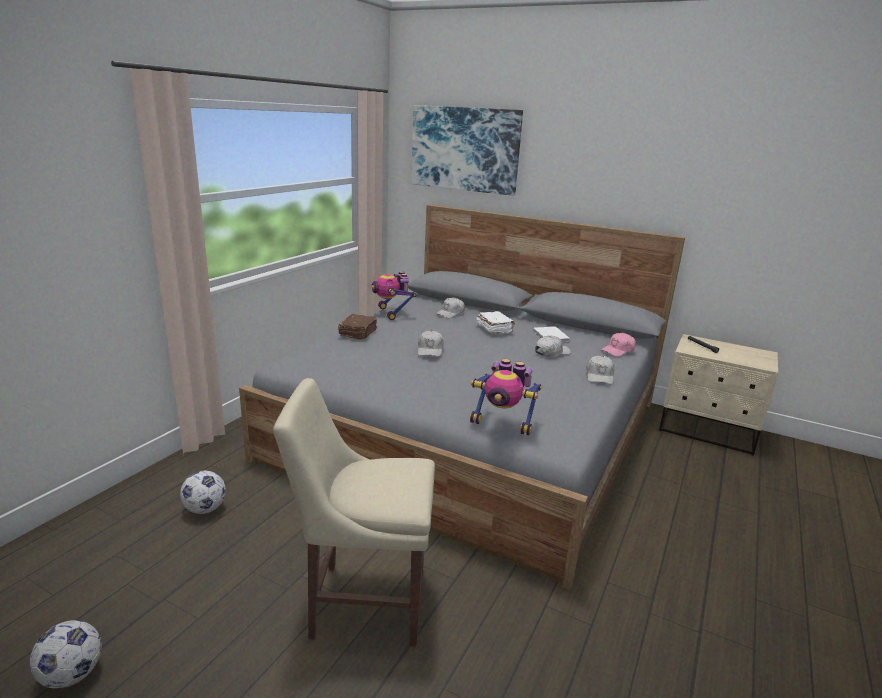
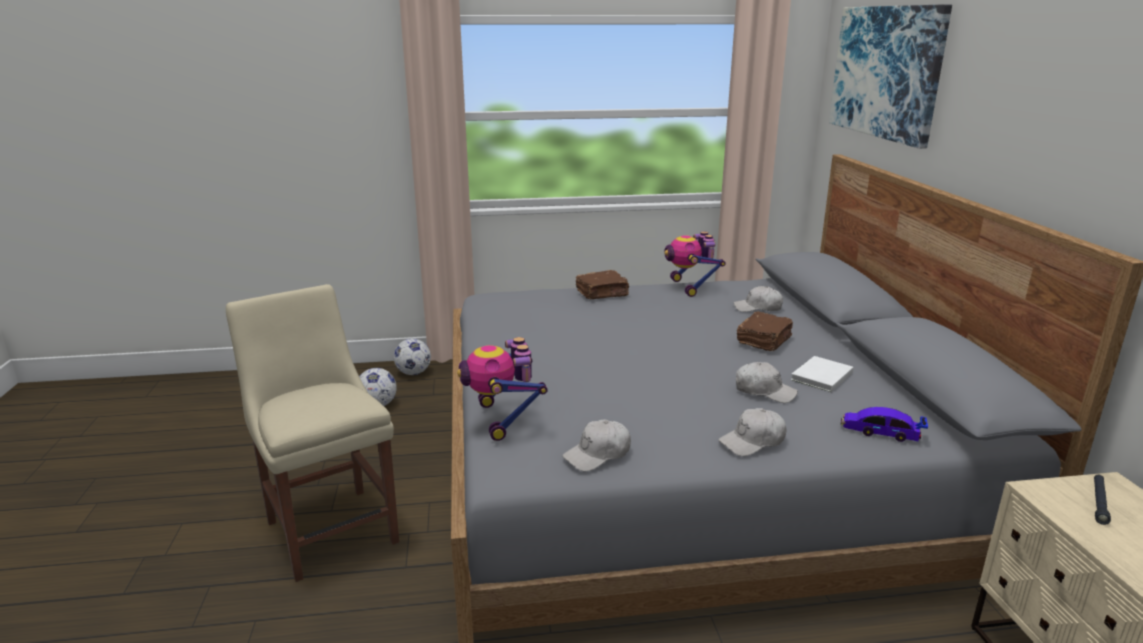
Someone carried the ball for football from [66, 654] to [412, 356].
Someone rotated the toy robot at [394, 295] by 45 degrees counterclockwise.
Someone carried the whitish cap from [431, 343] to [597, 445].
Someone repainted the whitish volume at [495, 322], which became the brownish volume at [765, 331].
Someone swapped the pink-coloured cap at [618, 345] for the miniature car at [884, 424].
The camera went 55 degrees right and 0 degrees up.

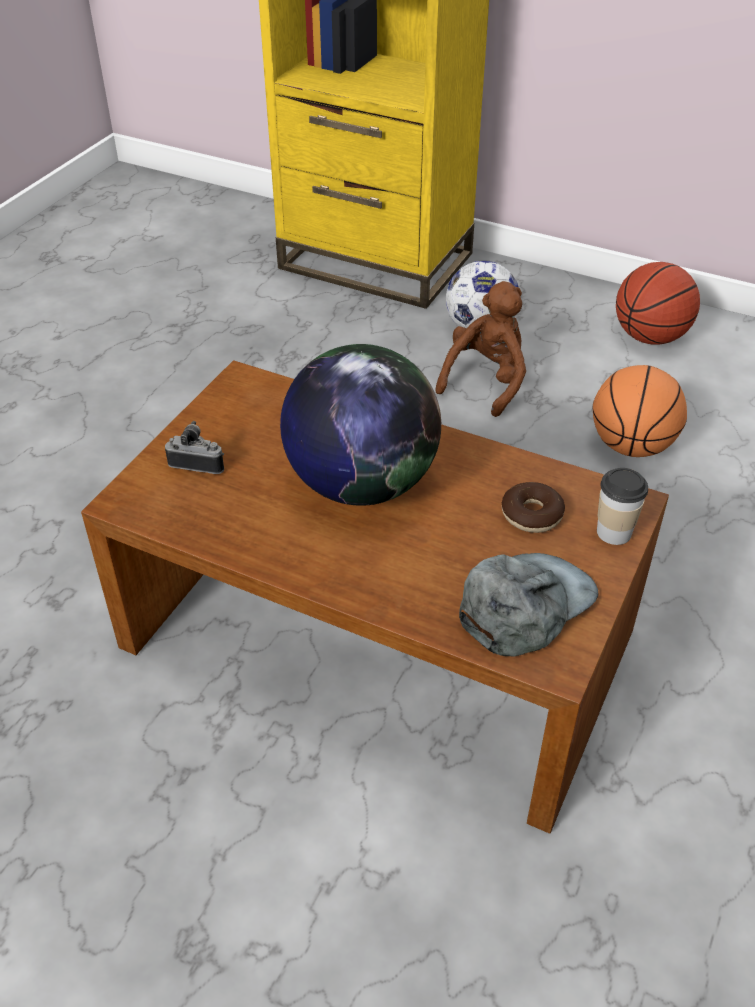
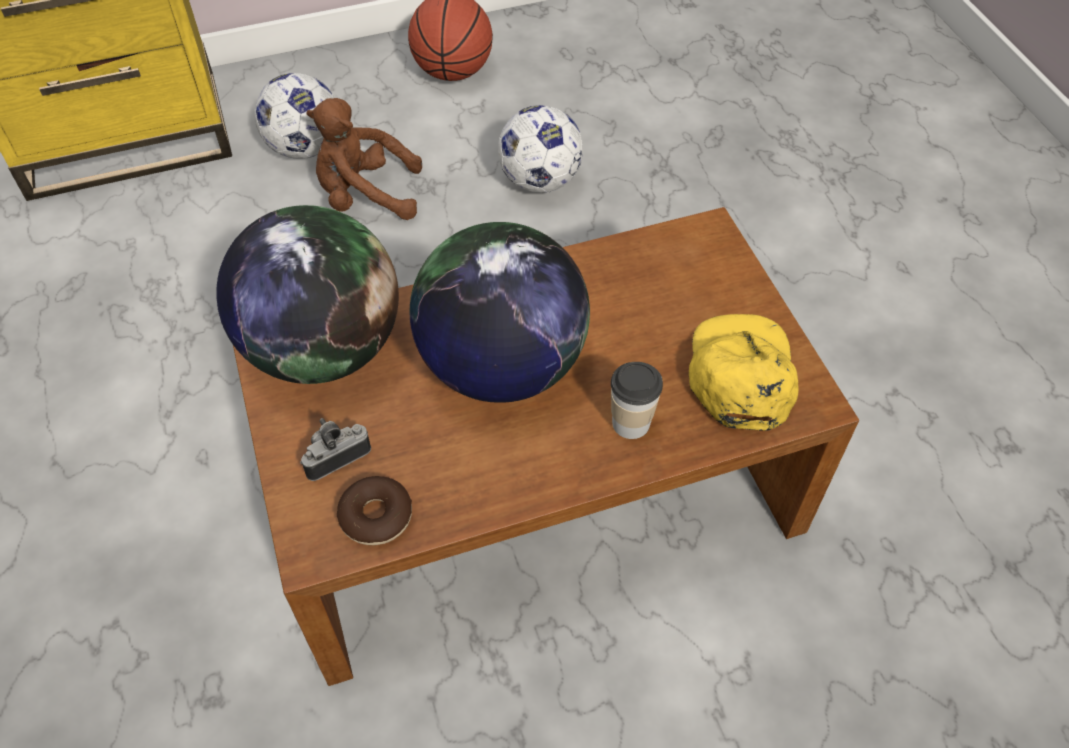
Someone rotated the brownish plush toy at [480, 349] by 75 degrees counterclockwise.
Someone repainted the grey cap at [528, 604], which became the yellowish cap at [744, 372].
Someone carried the donut from [533, 507] to [374, 510].
Someone swapped the ball for basketball at [640, 411] for the ball for football at [540, 149].
Someone carried the cup from [622, 506] to [637, 400].
Someone put down the world globe at [307, 294].
The camera went 45 degrees left and 10 degrees up.

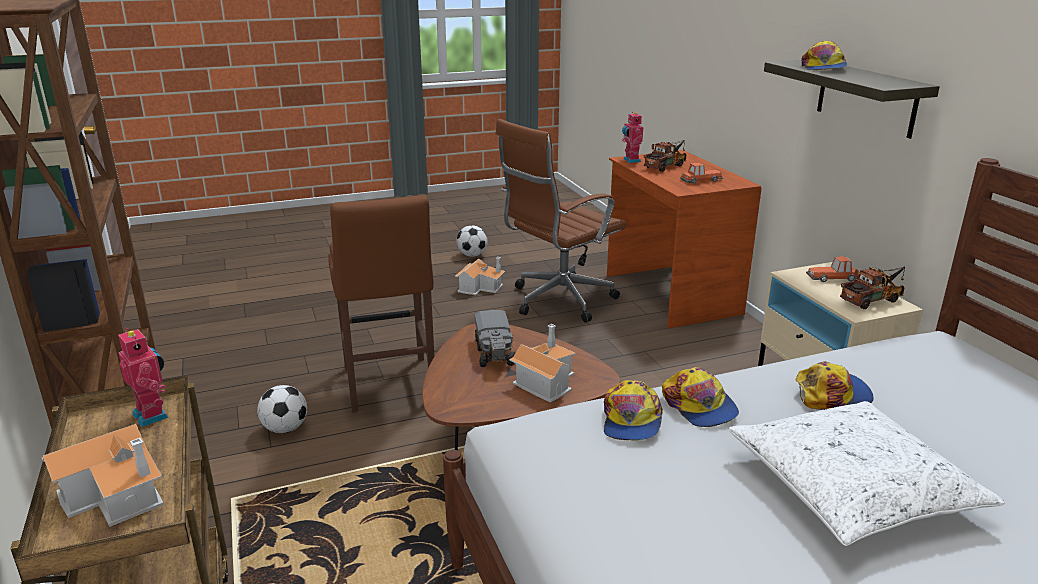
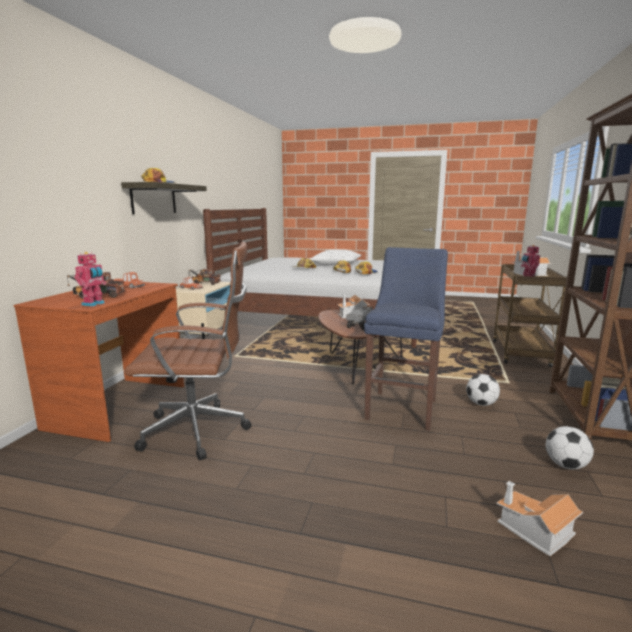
Someone repainted the brownish stool seat at [381, 304], which became the blue-coloured stool seat at [406, 339].
Someone carried the toy house from [480, 276] to [539, 518].
Someone carried the ball for football from [472, 241] to [570, 448].
The camera went 145 degrees left and 10 degrees down.

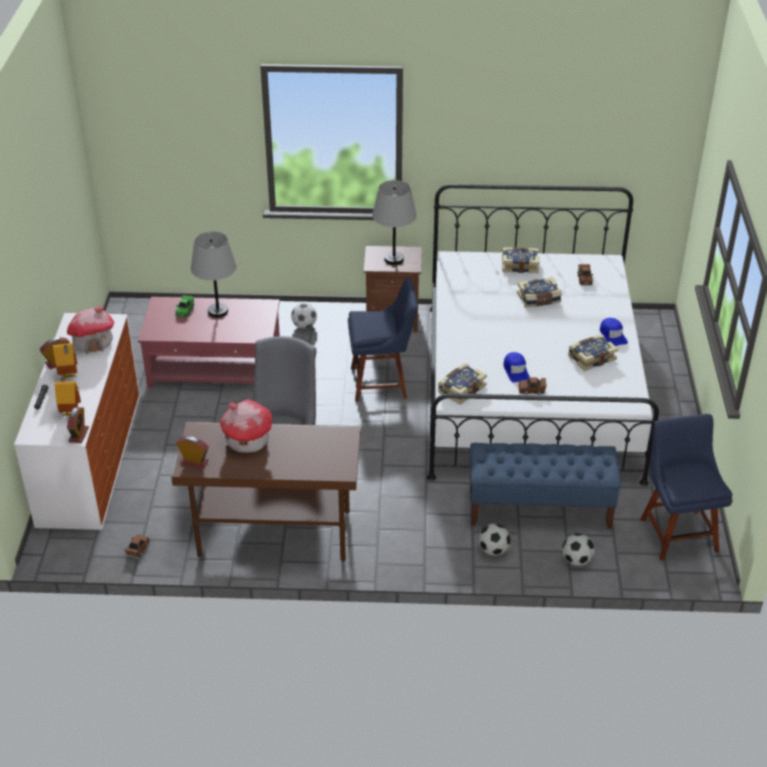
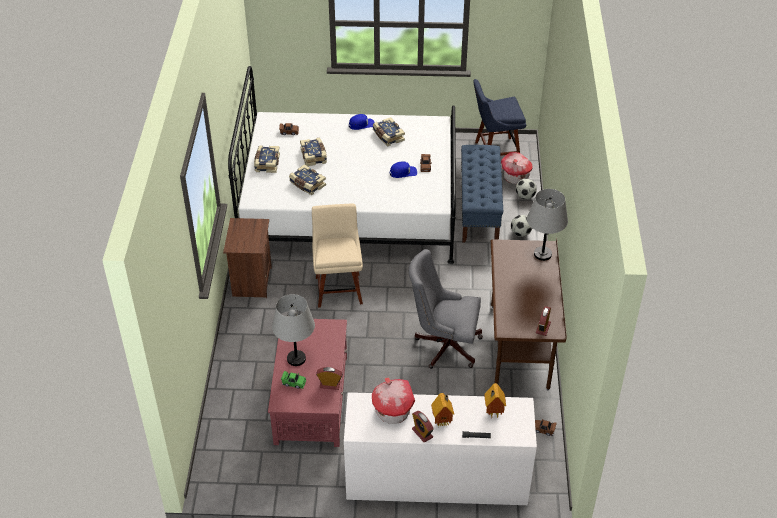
Someone carried the bedside clock from [78, 425] to [329, 378].
Someone carried the toy house from [246, 426] to [517, 168].
Someone took away the ball for football at [304, 316].
Someone repainted the blue-coloured chair at [383, 340], which became the sand-coloured chair at [337, 256].
Someone carried the grey tabletop lamp from [394, 222] to [547, 225].
Someone carried the volume from [462, 384] to [307, 179].
The camera went 90 degrees left and 5 degrees up.

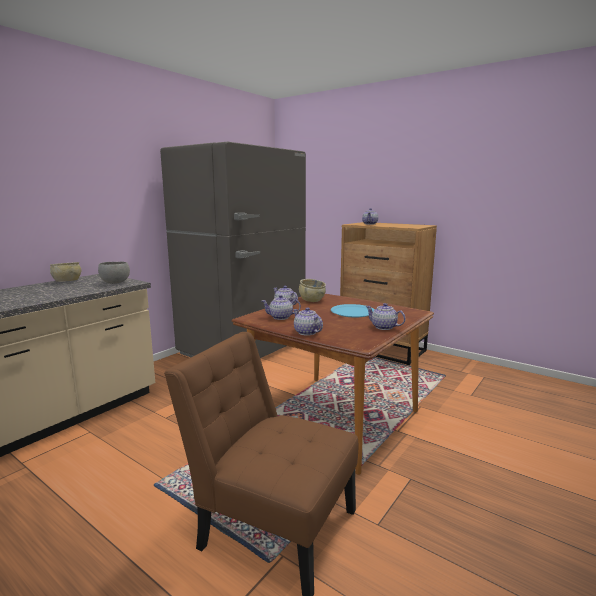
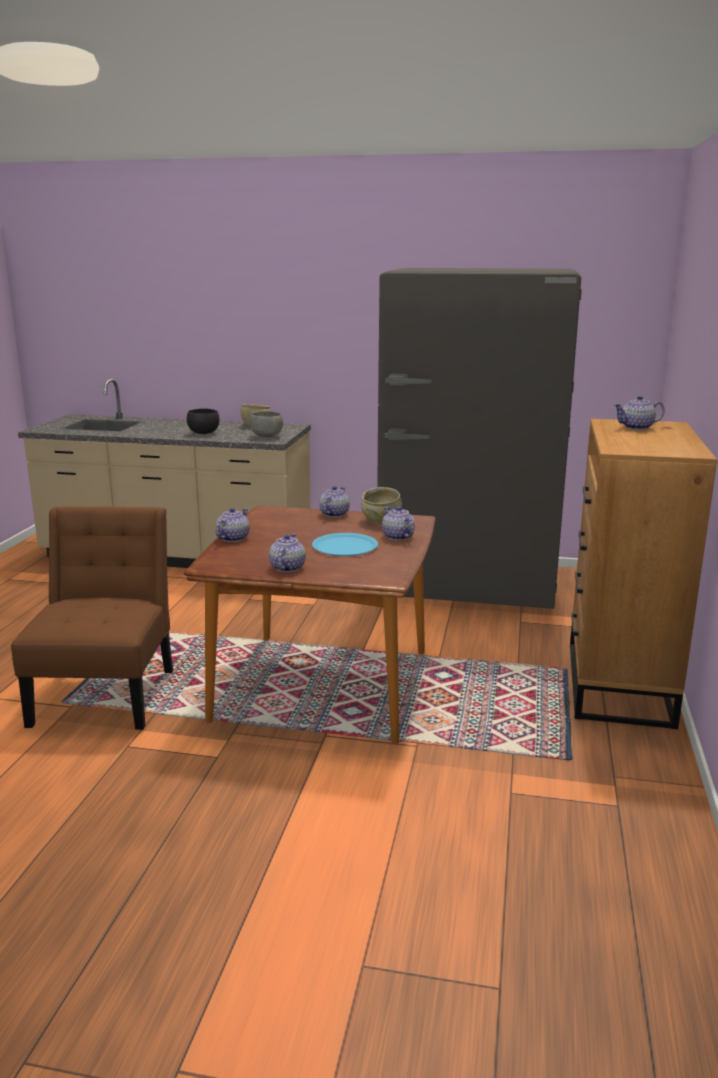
Someone carried the teapot from [281, 307] to [398, 523].
Someone put down the blackish deep dish at [203, 421].
The camera went 65 degrees right and 5 degrees up.

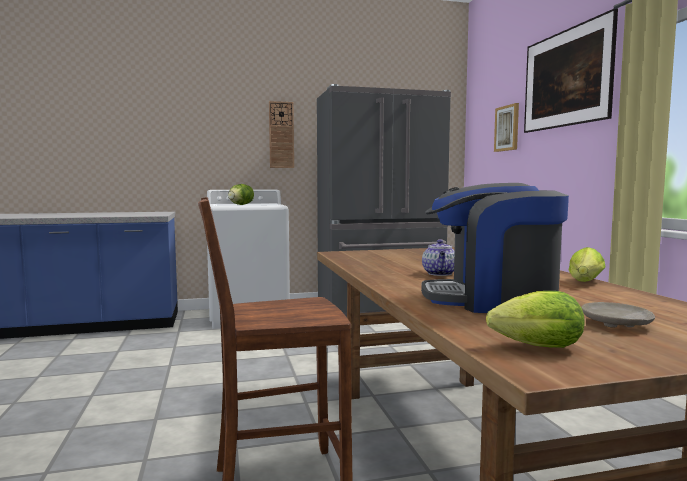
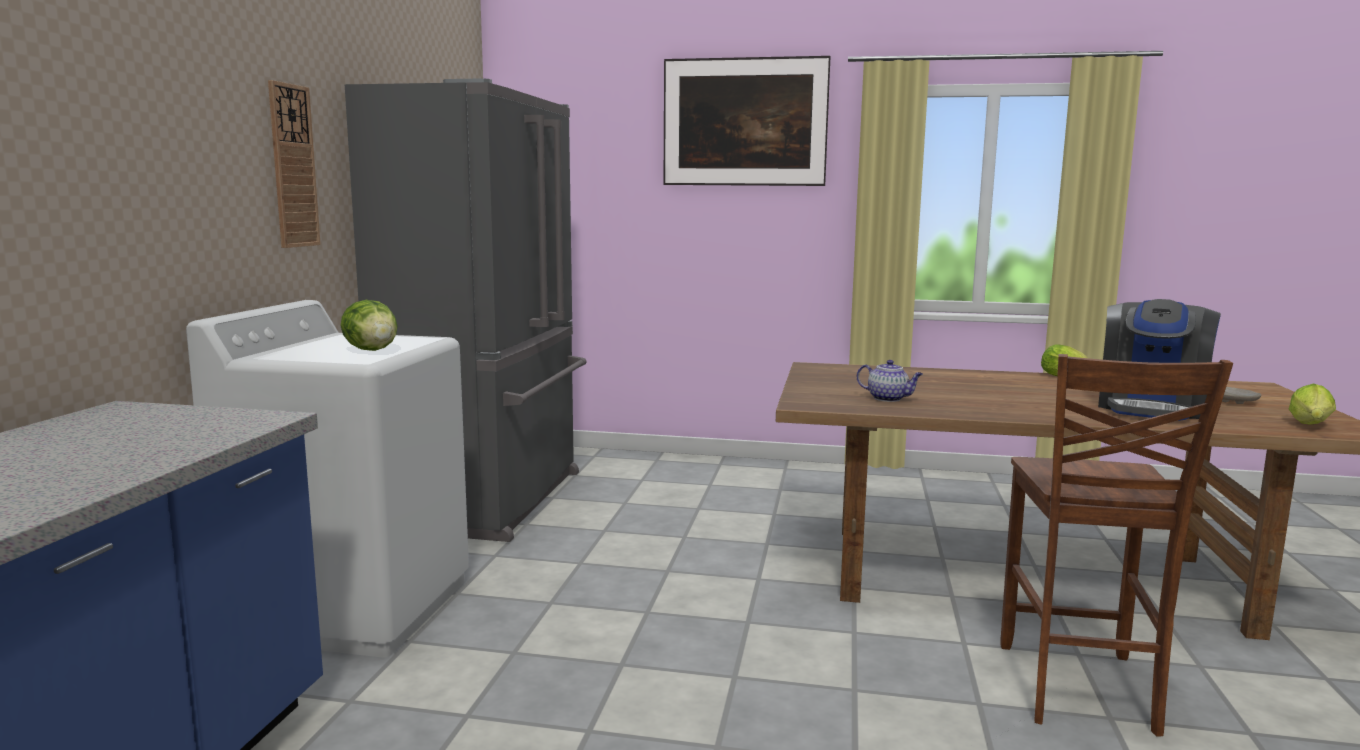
Someone carried the teapot from [438, 257] to [890, 381].
Someone took away the picture at [506, 127].
The camera went 65 degrees left and 5 degrees up.

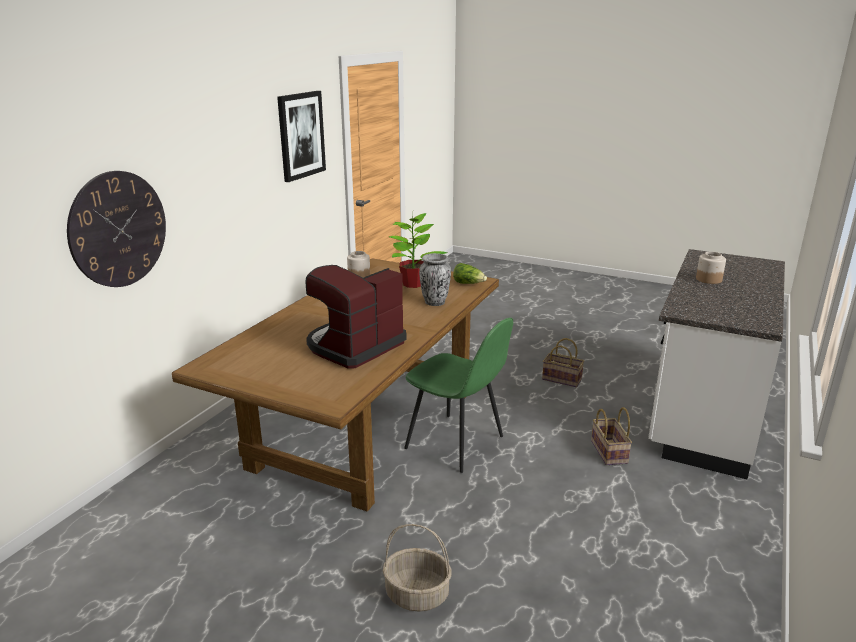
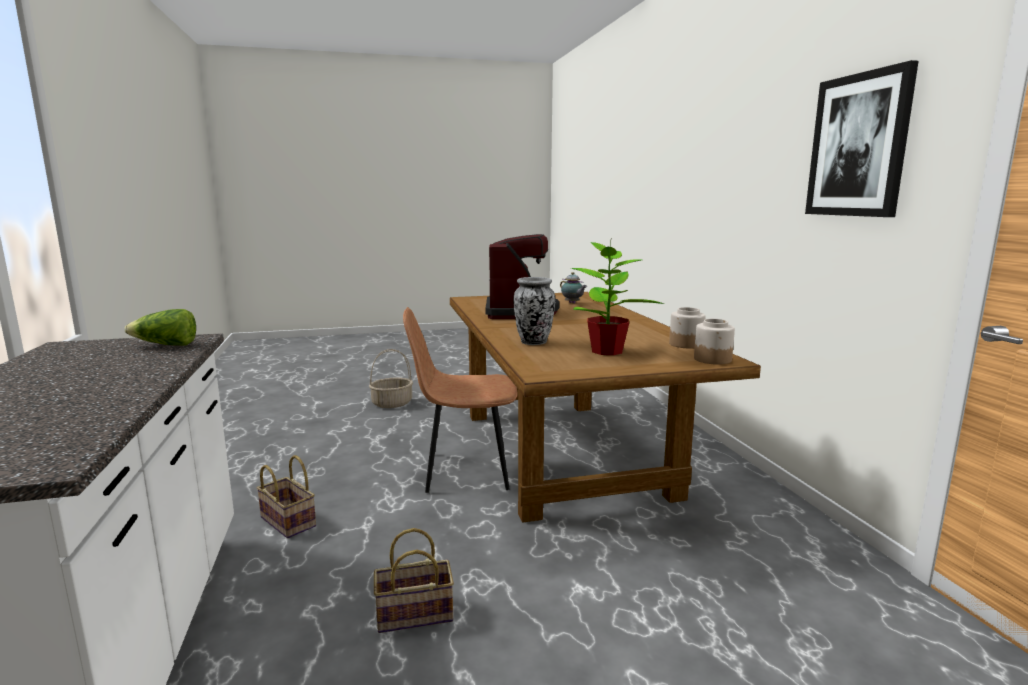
Someone took away the hanging clock at [116, 229].
Someone repainted the green chair at [458, 395], which became the brownish chair at [460, 400].
Someone carried the lettuce head from [470, 273] to [160, 327].
Someone carried the preserve jar from [711, 268] to [714, 342].
Someone put down the teapot at [573, 288].
The camera went 140 degrees right and 10 degrees down.

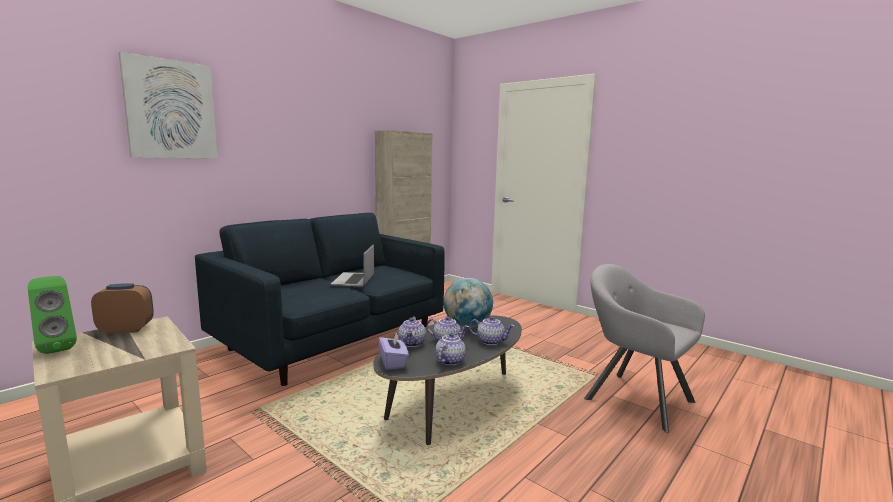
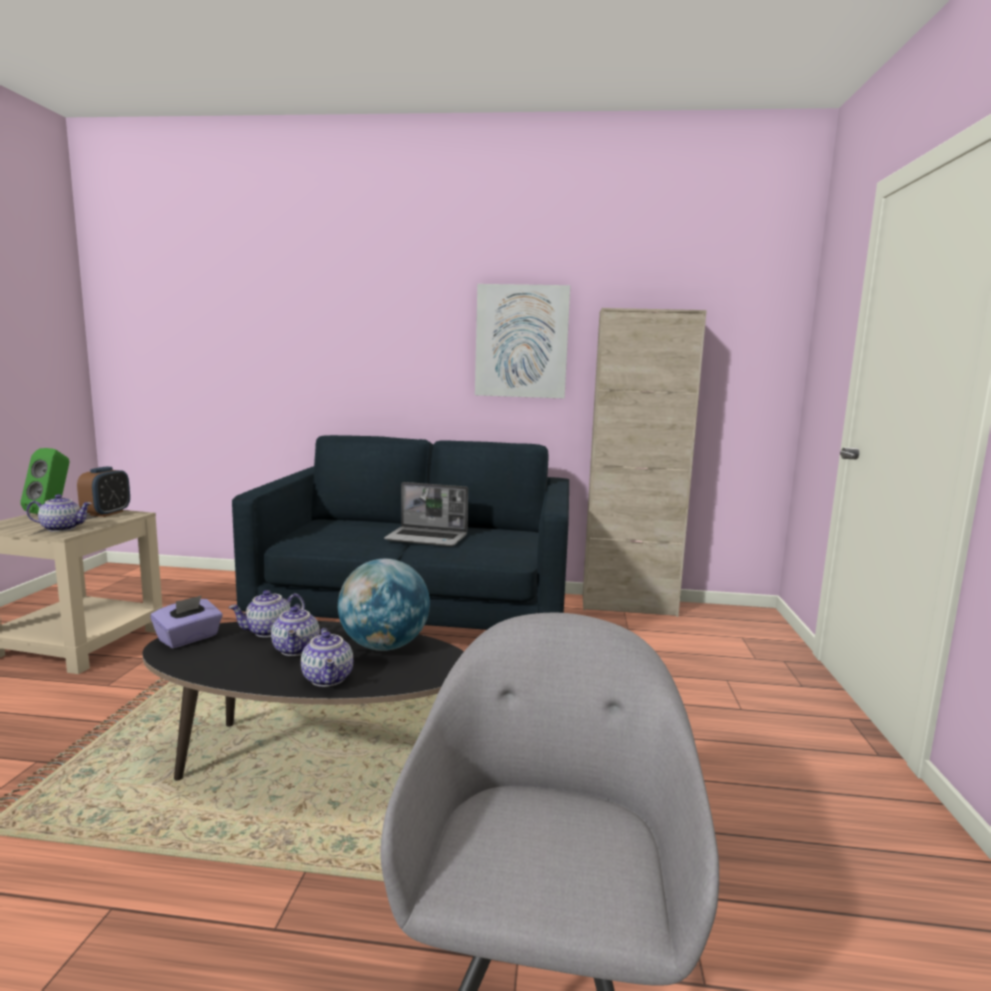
Someone rotated the bedside clock at [122, 308] by 60 degrees clockwise.
Someone carried the picture from [168, 105] to [522, 341].
Someone rotated the laptop at [352, 265] by 135 degrees counterclockwise.
Someone carried the teapot from [451, 348] to [59, 513].
The camera went 55 degrees right and 0 degrees up.

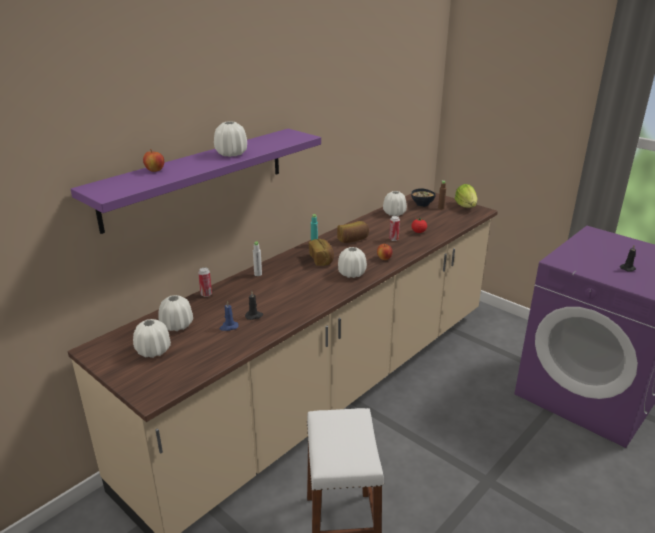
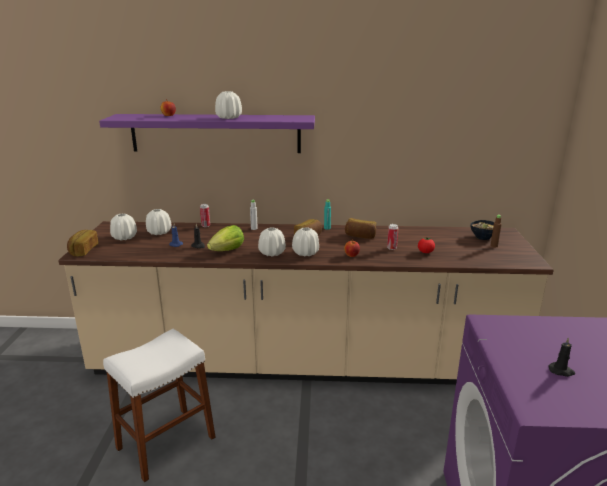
Someone carried the whitish flower vase from [395, 203] to [272, 242].
Someone carried the lettuce head from [466, 196] to [225, 238].
Someone put down the bread at [82, 243].
The camera went 50 degrees right and 5 degrees down.

